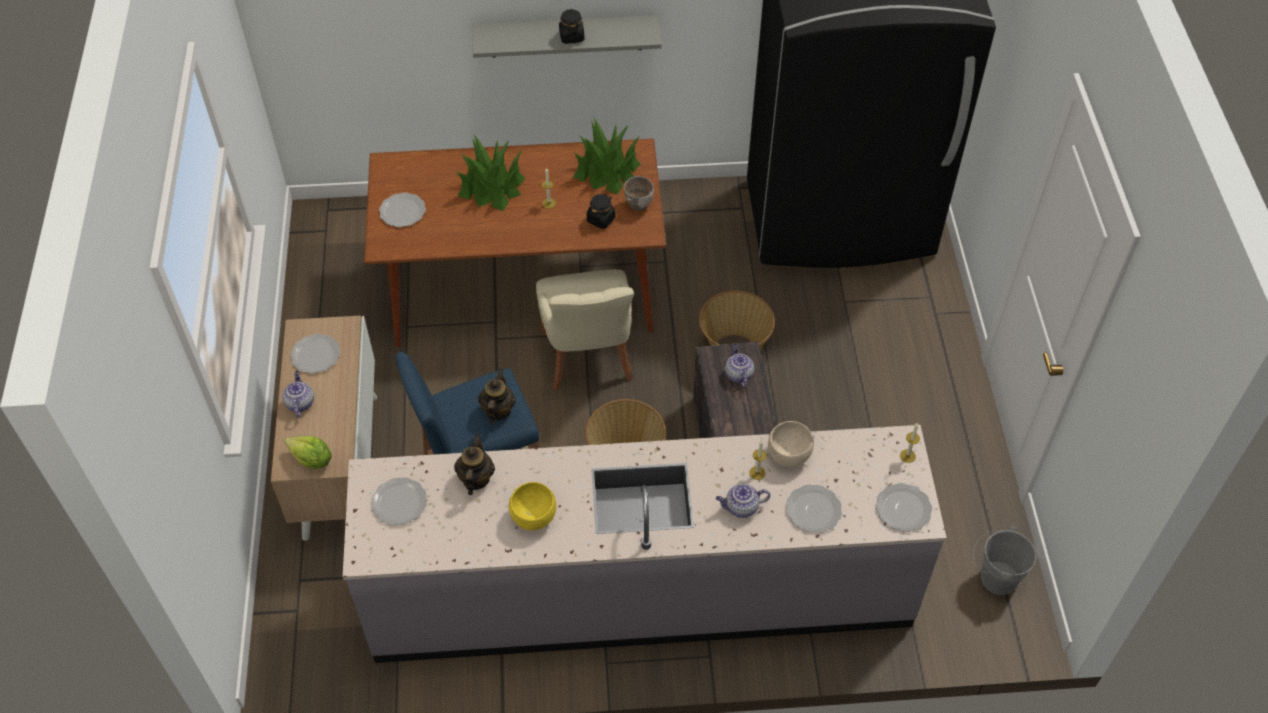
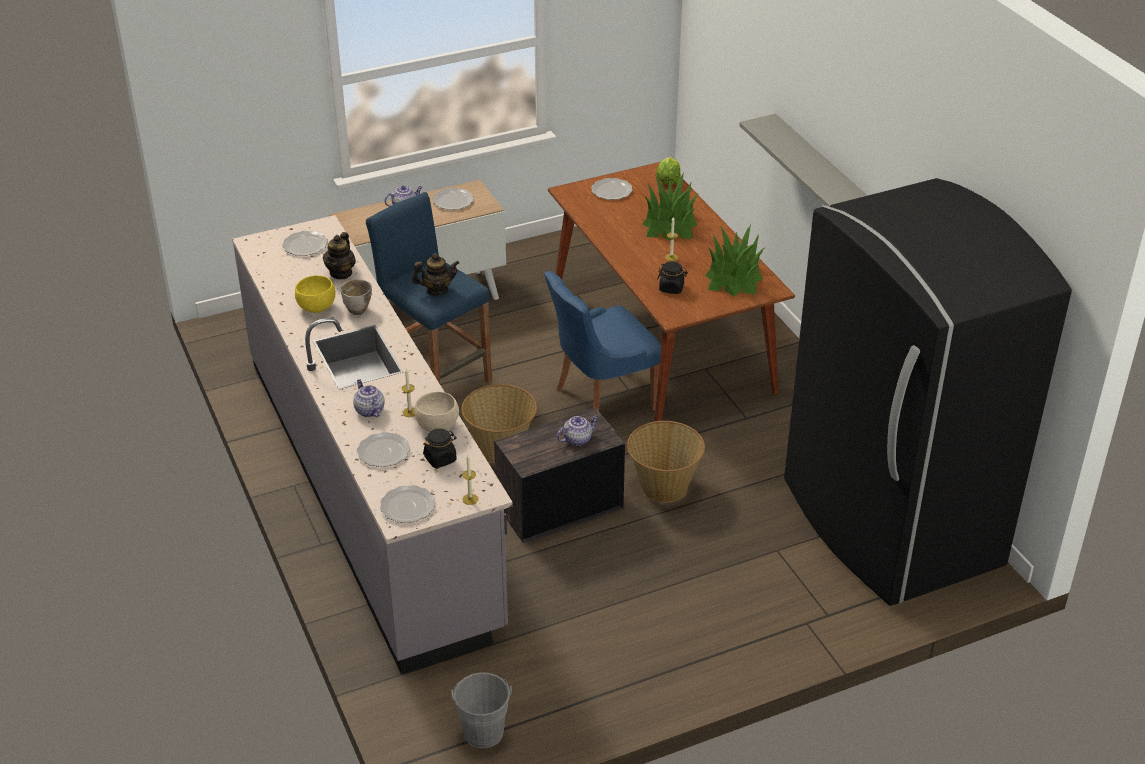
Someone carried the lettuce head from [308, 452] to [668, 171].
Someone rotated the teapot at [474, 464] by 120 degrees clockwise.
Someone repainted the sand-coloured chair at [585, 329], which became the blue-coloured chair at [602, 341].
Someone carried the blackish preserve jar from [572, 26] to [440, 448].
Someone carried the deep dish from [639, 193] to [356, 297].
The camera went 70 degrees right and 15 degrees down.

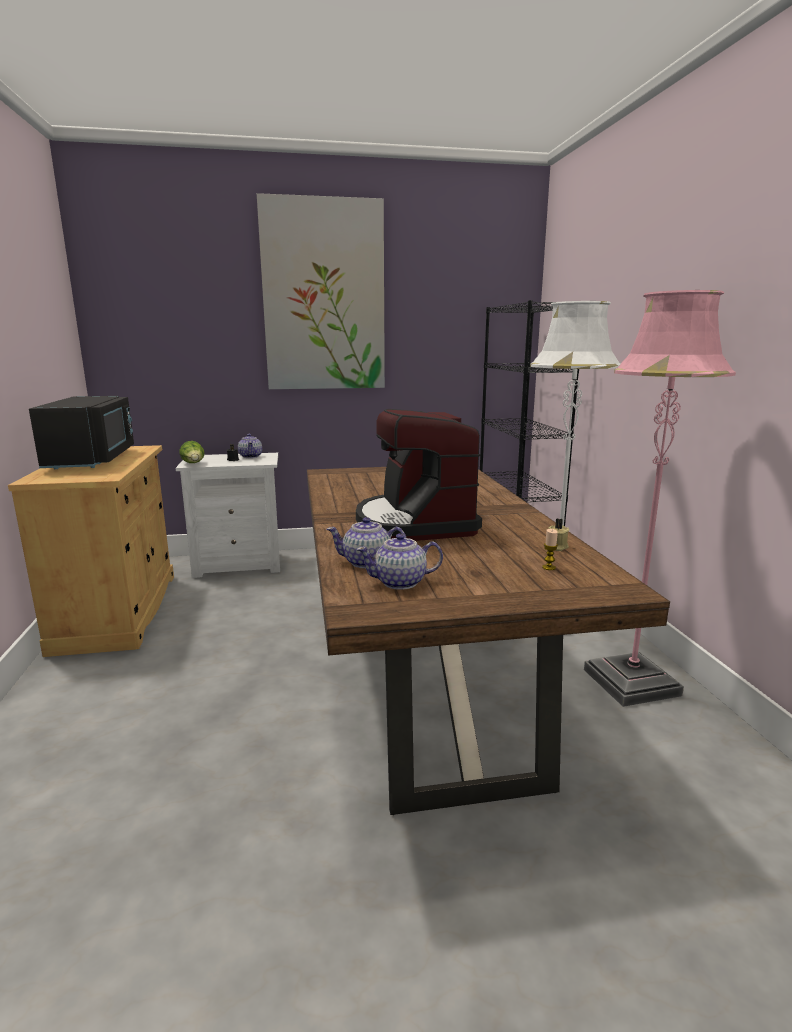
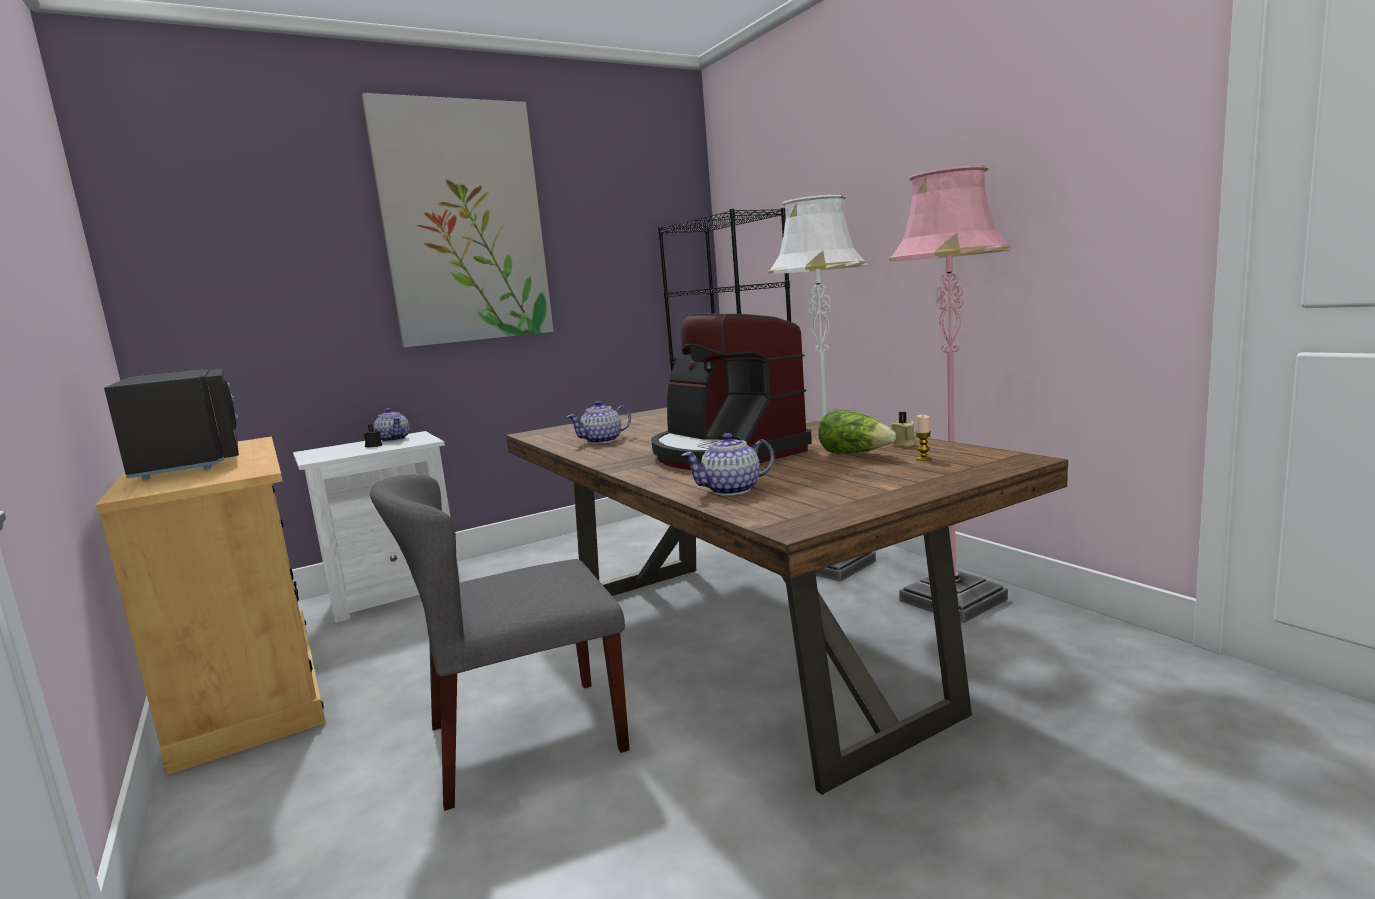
Someone carried the lettuce head from [192, 452] to [857, 431].
Someone carried the teapot from [399, 561] to [599, 422].
Someone put down the grey chair at [500, 642].
The camera went 20 degrees left and 5 degrees down.

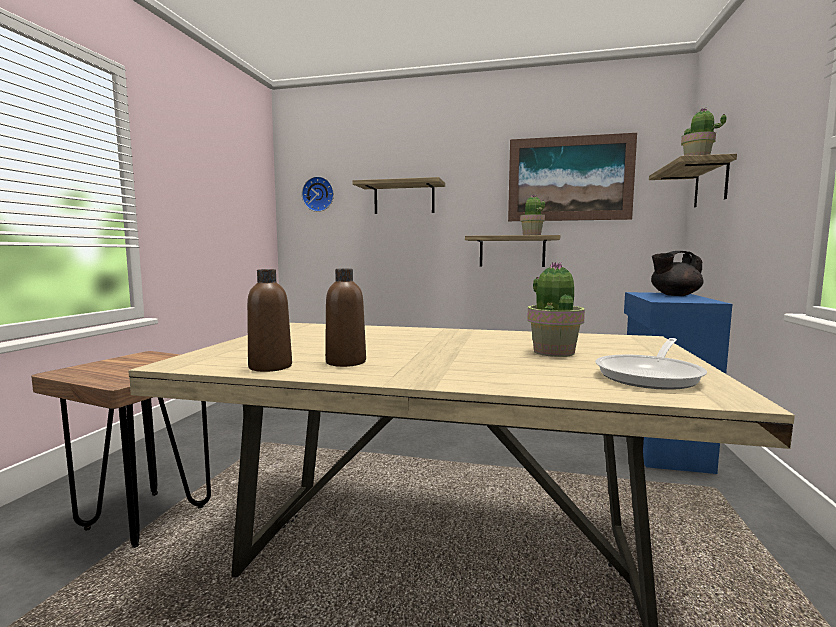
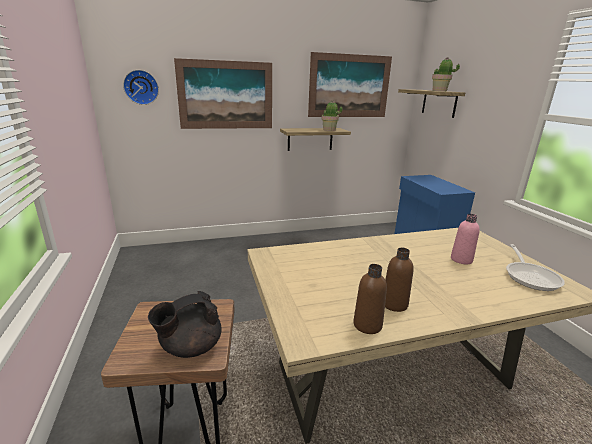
Someone swapped the shelf at [398, 195] for the picture at [223, 93].
Someone swapped the potted plant at [556, 309] for the pink-coloured bottle at [465, 239].
Someone carried the blackish teapot from [677, 273] to [184, 324].
The camera went 30 degrees left and 15 degrees up.

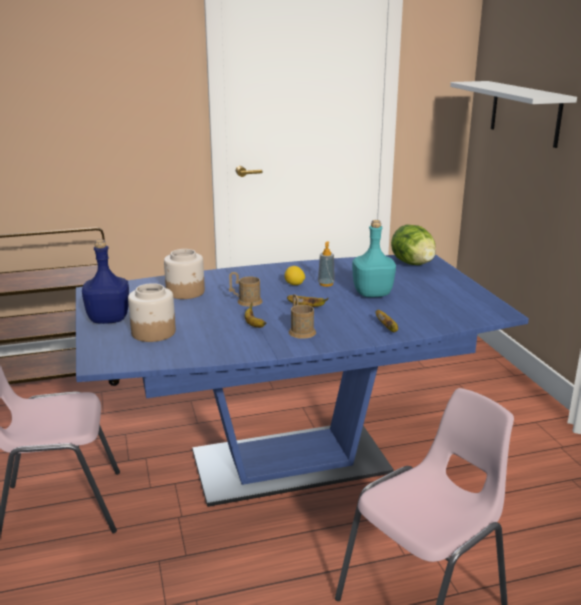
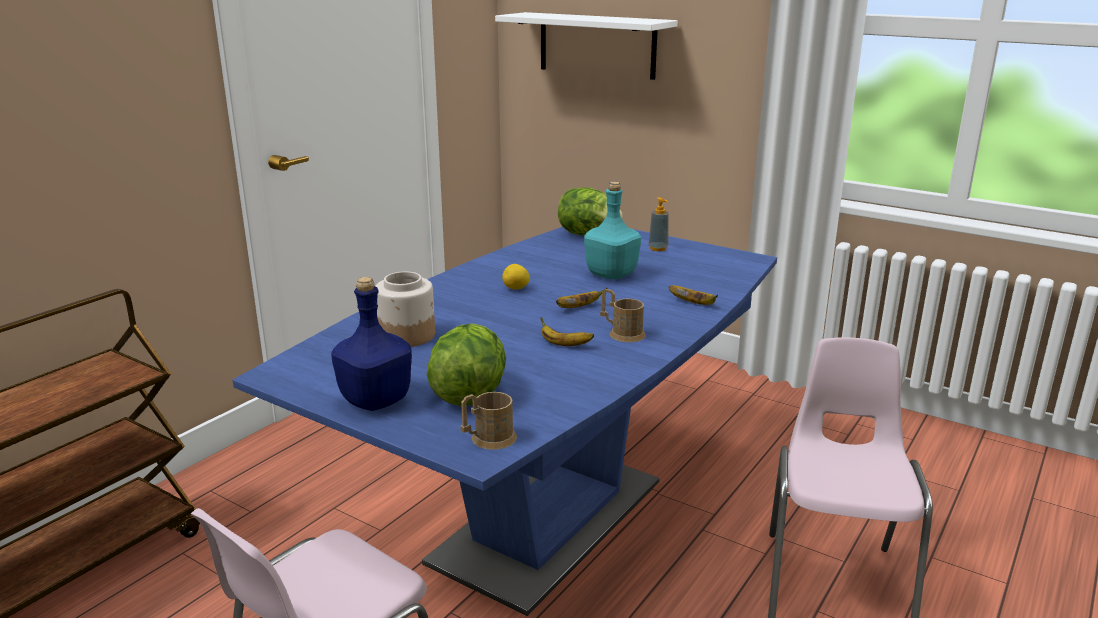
Someone swapped the preserve jar at [152, 312] for the lettuce head at [466, 364].
Someone carried the brownish coffee mug from [246, 289] to [488, 421].
Someone carried the soap bottle from [326, 264] to [658, 224].
The camera went 40 degrees left and 0 degrees up.

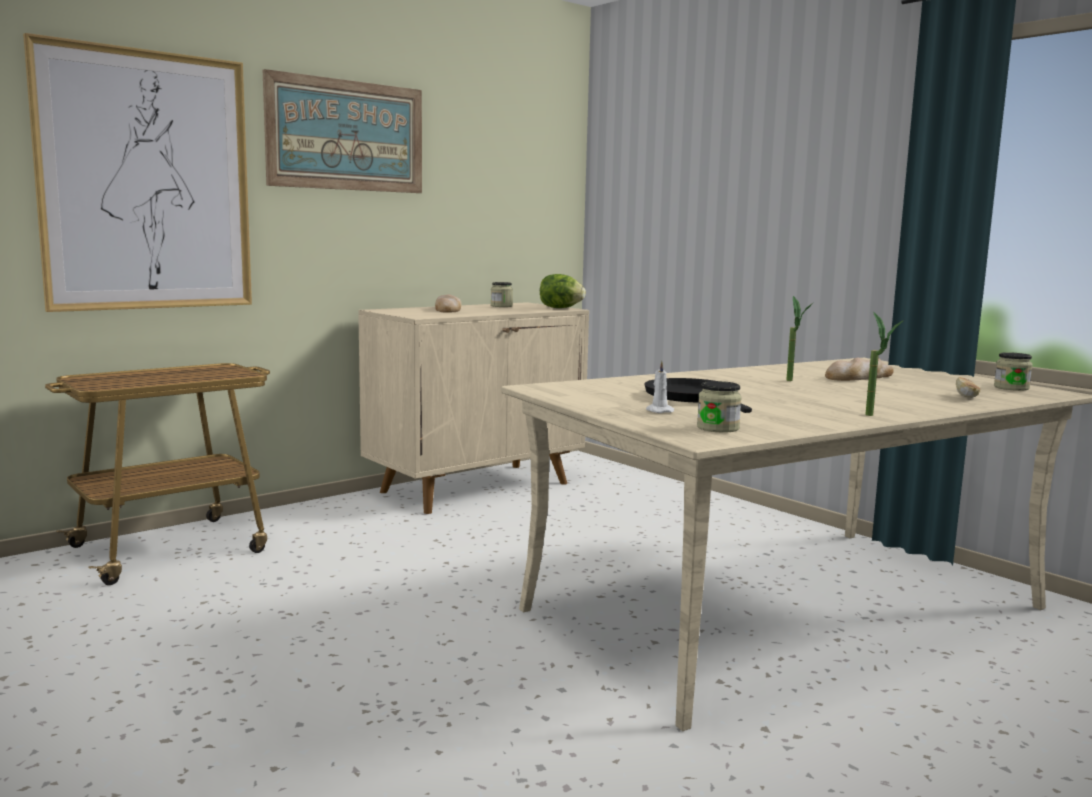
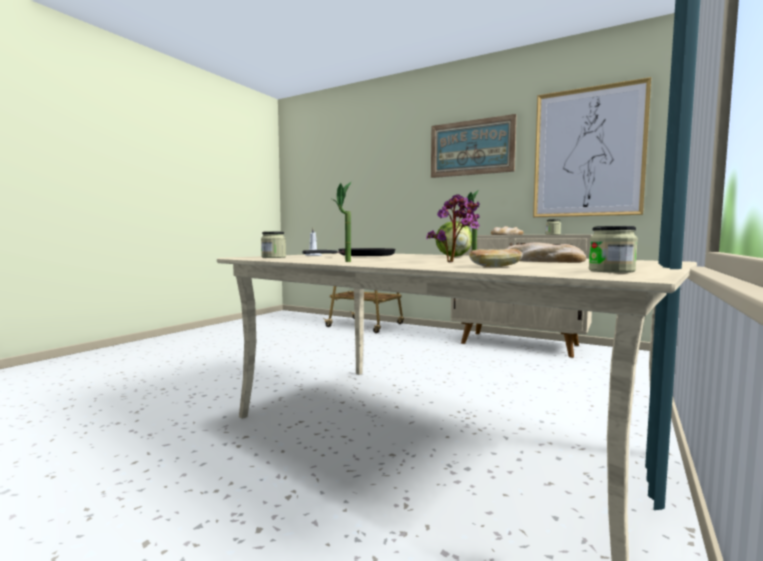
Someone carried the picture from [137, 172] to [592, 147].
Someone carried the lettuce head from [563, 291] to [453, 239].
Someone put down the potted plant at [453, 228].
The camera went 70 degrees right and 5 degrees down.

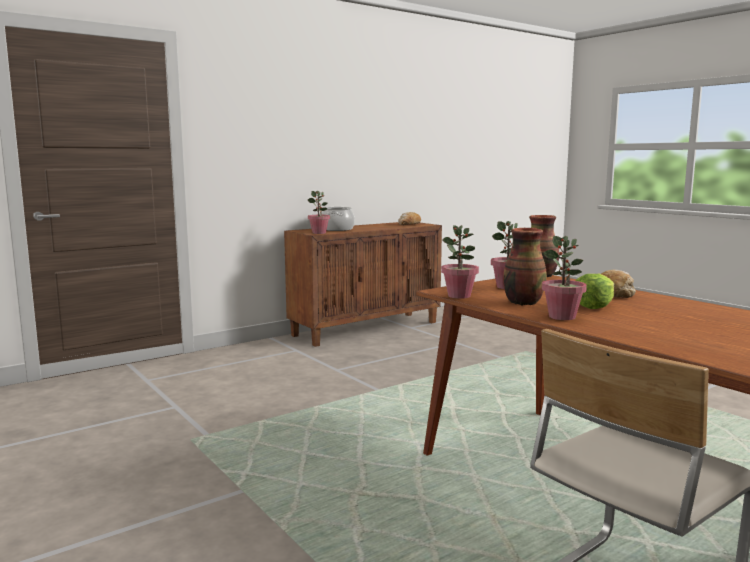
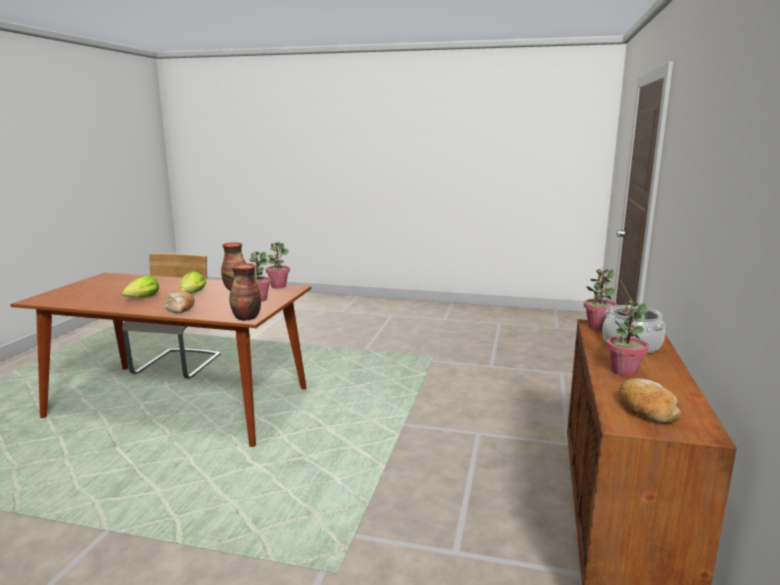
Someone carried the potted plant from [564, 278] to [627, 338].
Someone put down the lettuce head at [140, 286].
The camera went 140 degrees right and 5 degrees up.

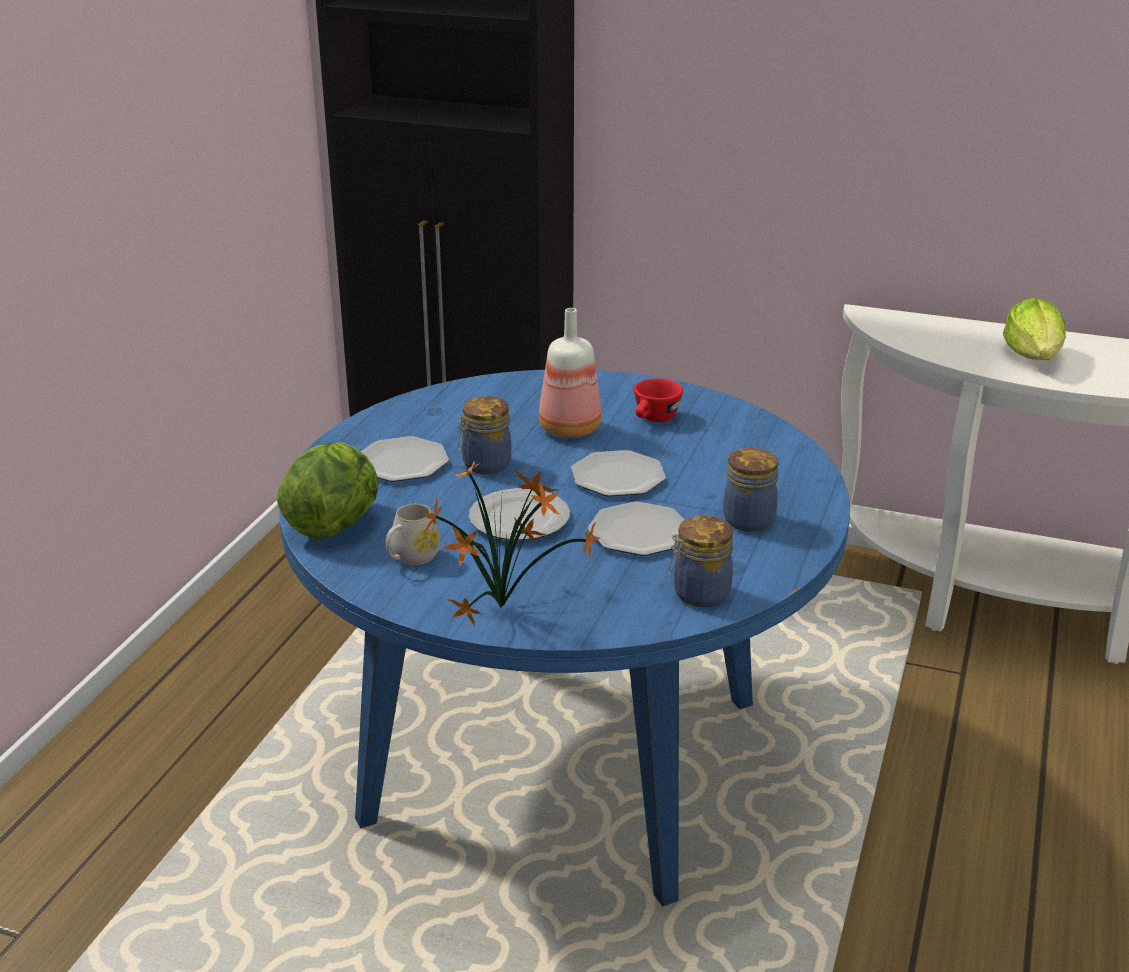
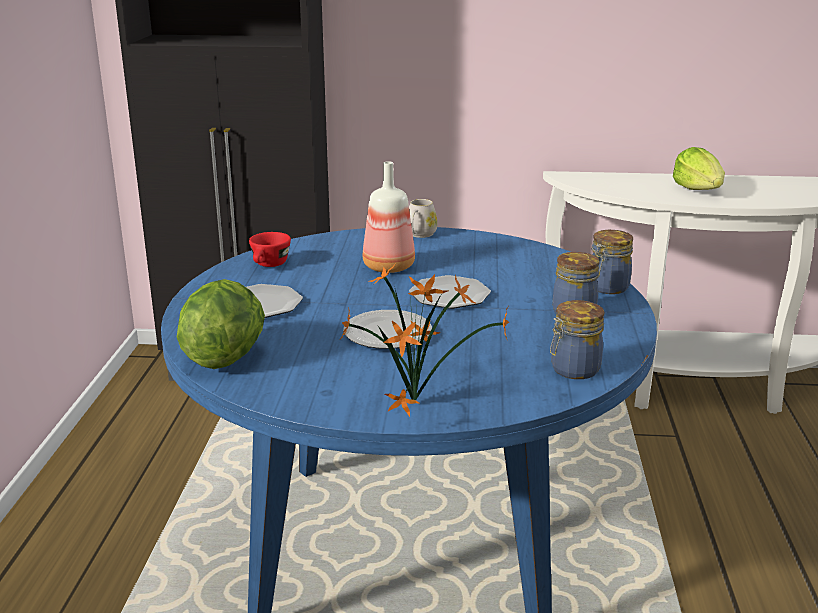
Someone carried the whitish coffee mug from [412, 534] to [423, 218].
Someone carried the preserve jar from [484, 435] to [612, 262].
Someone took away the flat dish at [636, 529].
Someone carried the red cup from [658, 400] to [270, 249].
The camera went 15 degrees left and 5 degrees down.

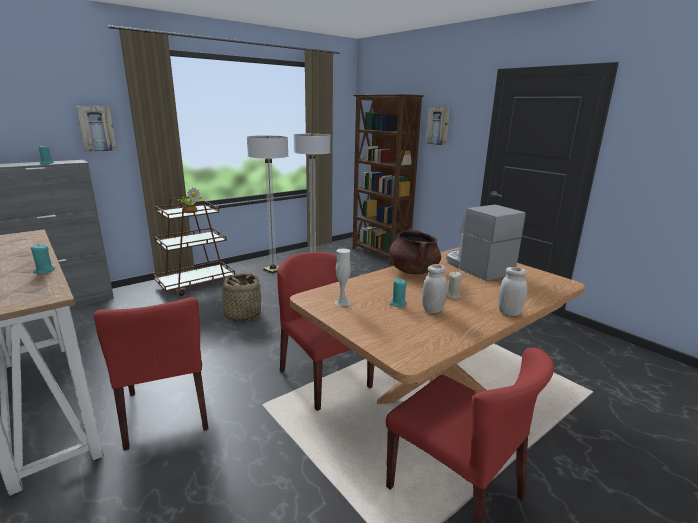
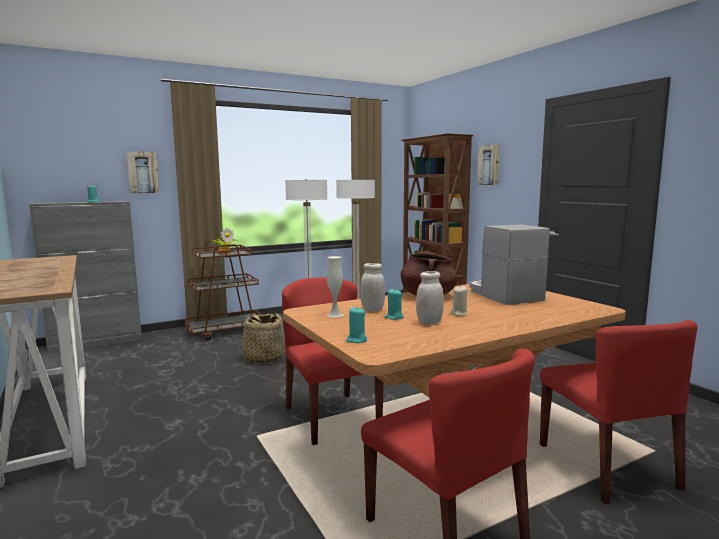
Someone carried the turquoise wax candle from [43, 259] to [357, 325].
Someone carried the red chair from [151, 374] to [618, 412].
Someone carried the whitish preserve jar from [512, 291] to [373, 287].
The camera went 10 degrees right and 10 degrees down.

